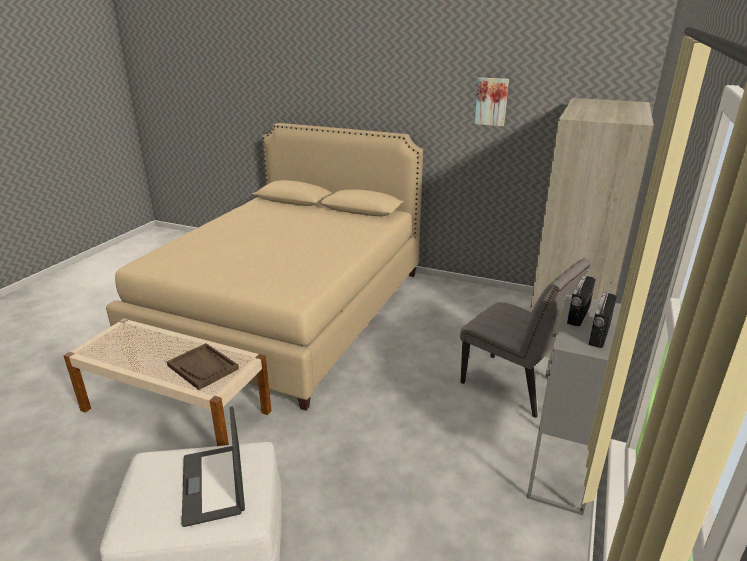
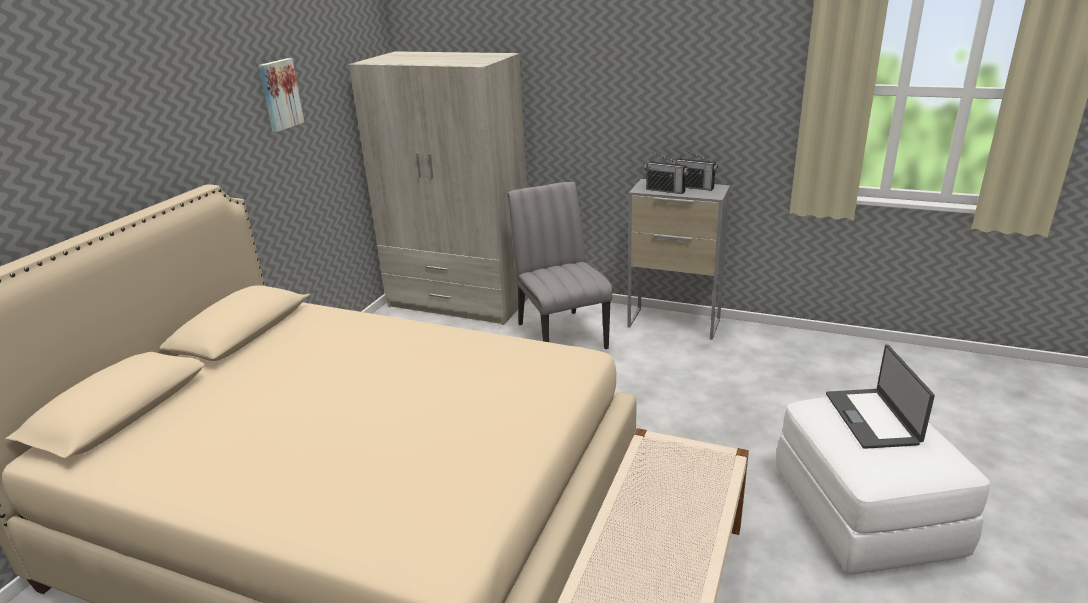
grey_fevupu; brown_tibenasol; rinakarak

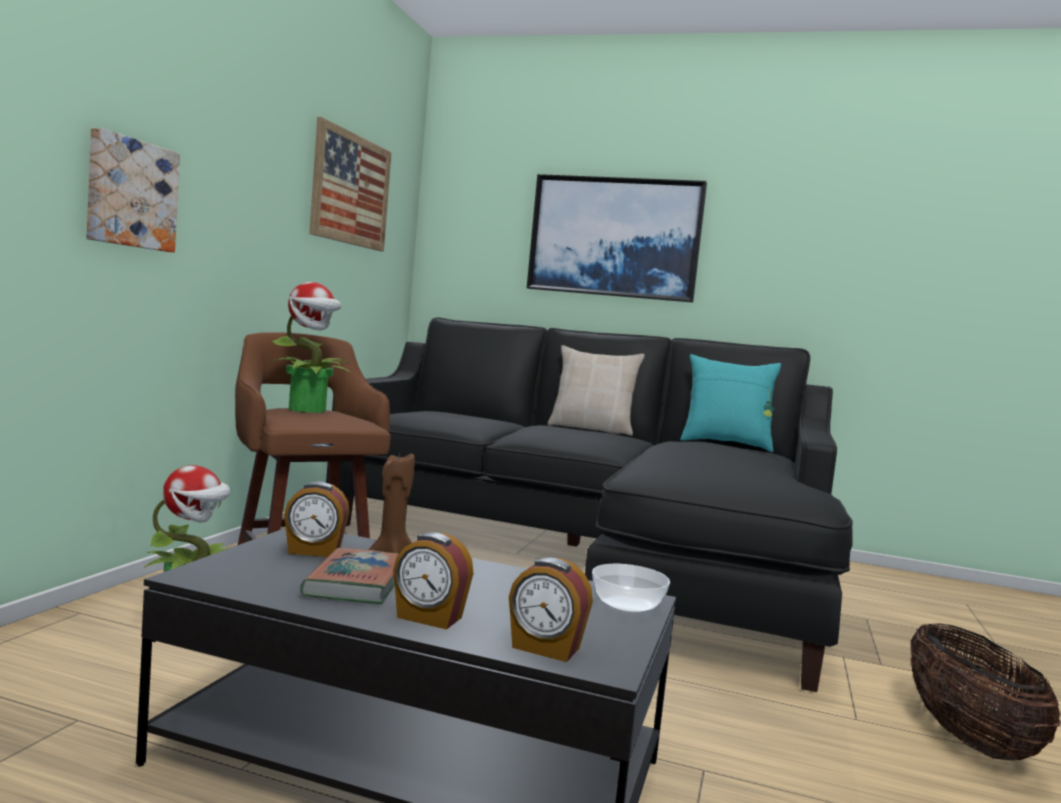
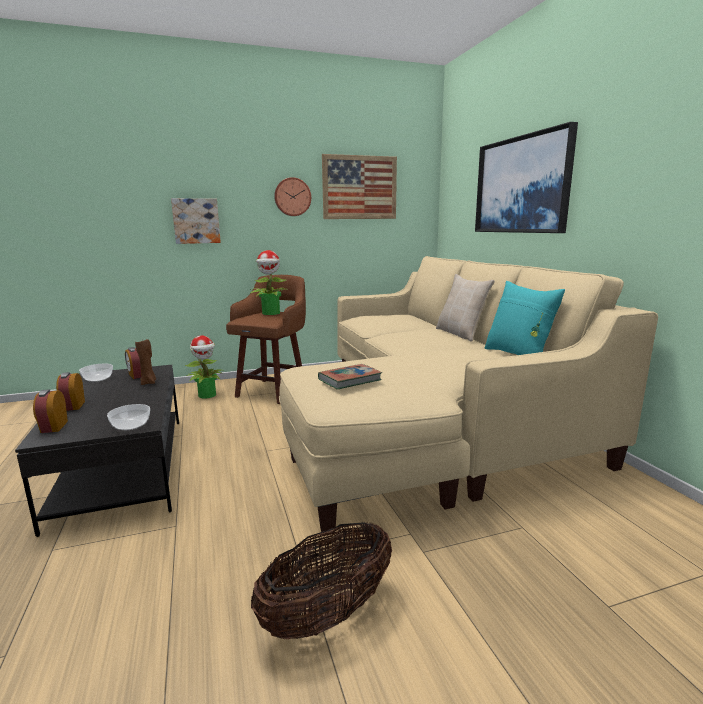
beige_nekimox; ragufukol; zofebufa; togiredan (no. 1 from left)

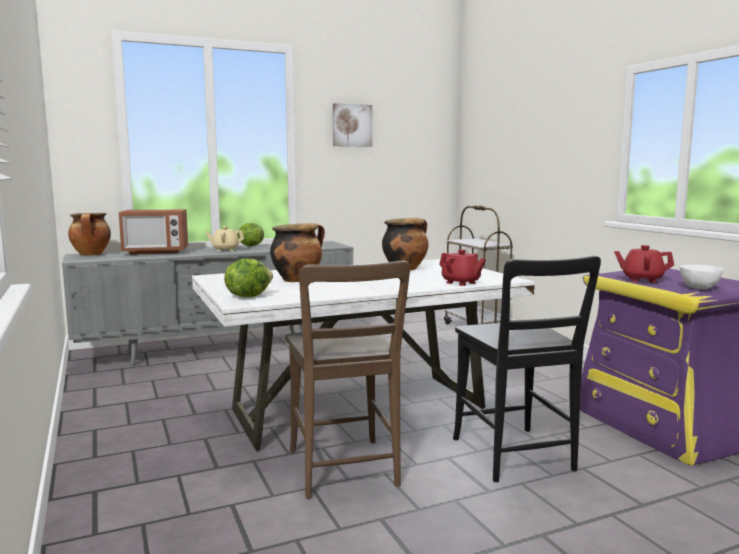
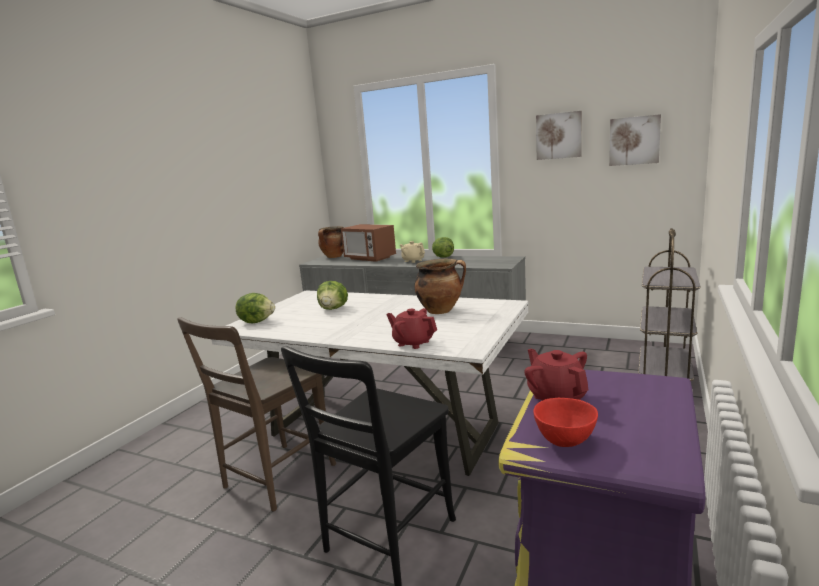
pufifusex (no. 2 from left); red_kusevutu (no. 1 from left); red_togiredan; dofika (no. 2 from left)

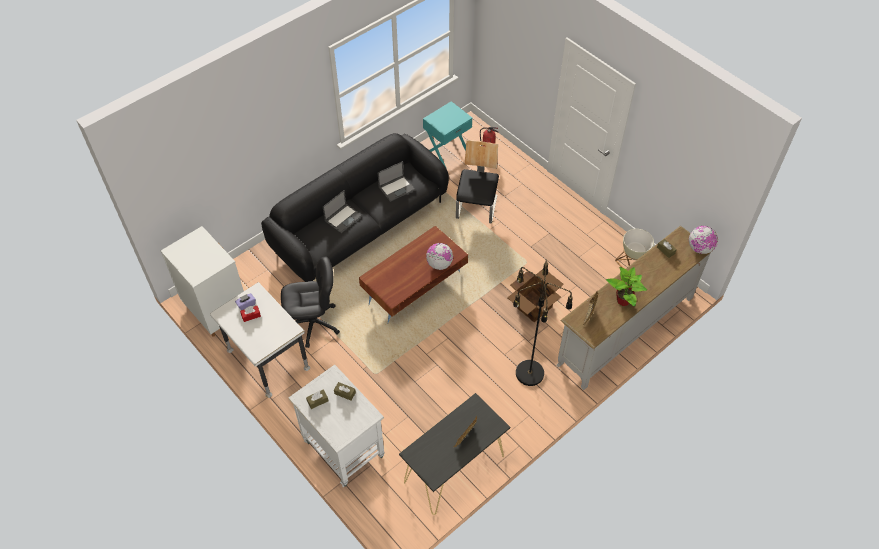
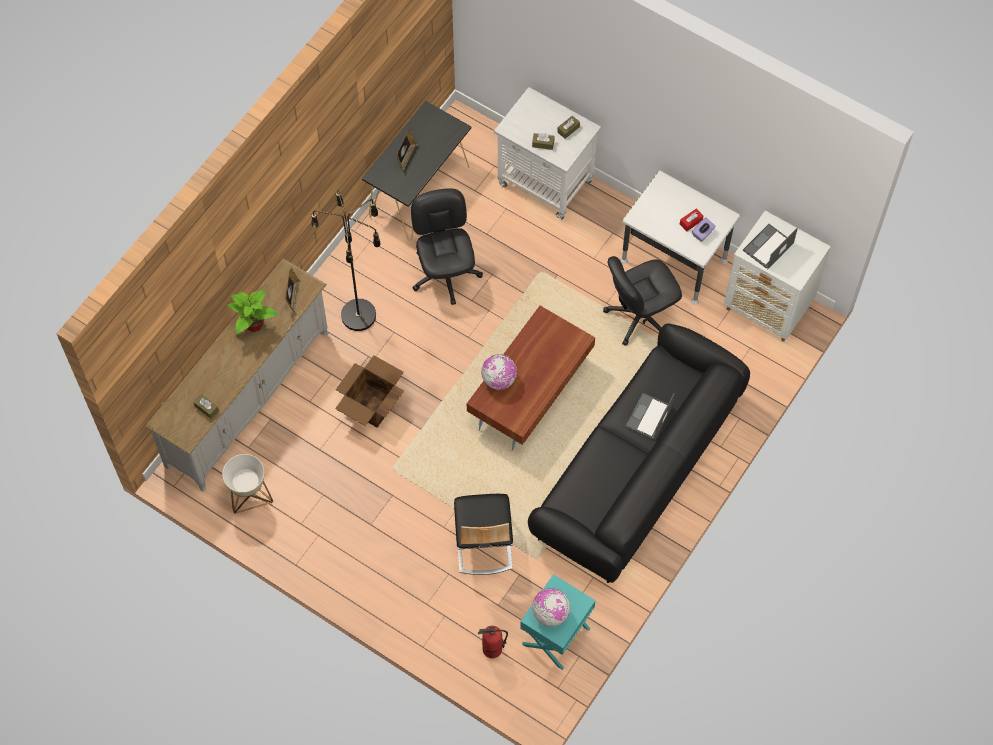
rinakarak (no. 2 from left); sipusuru (no. 2 from left); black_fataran (no. 1 from left)

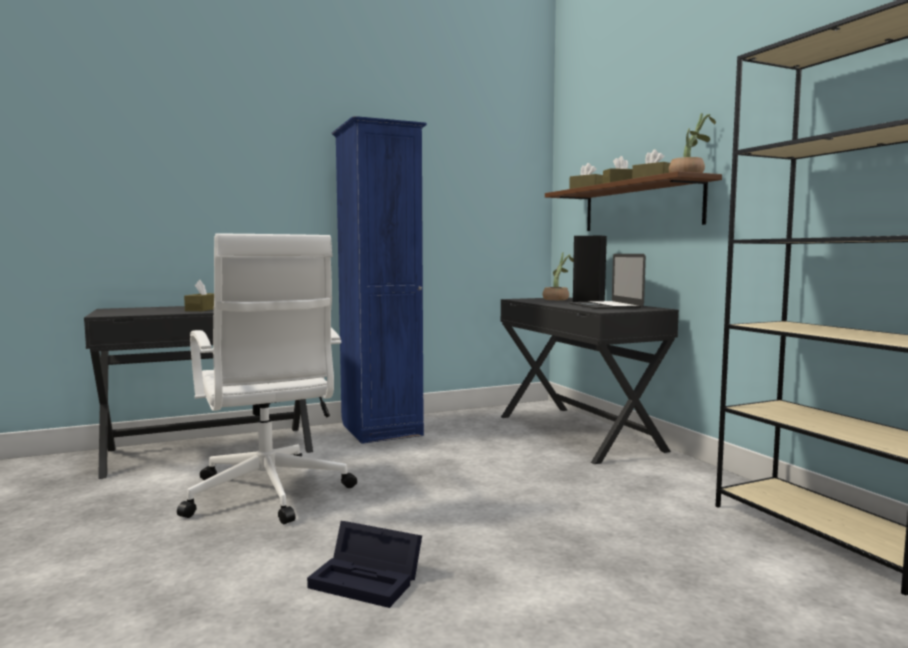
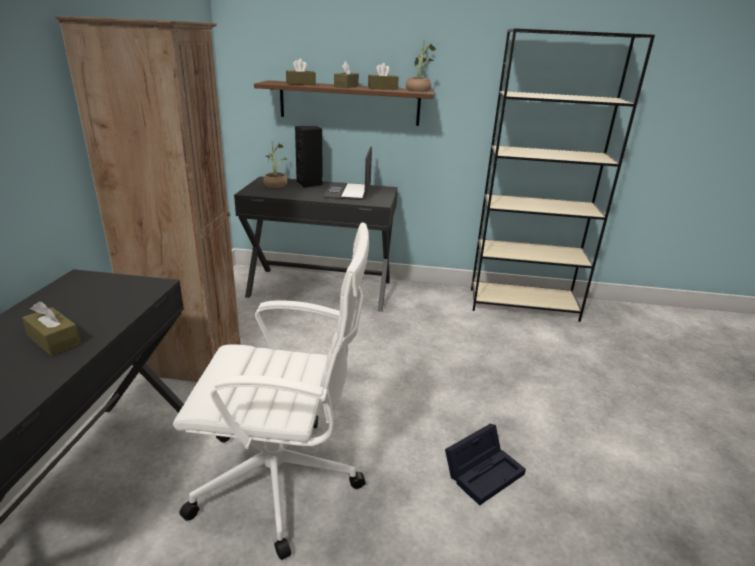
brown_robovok; rinakarak

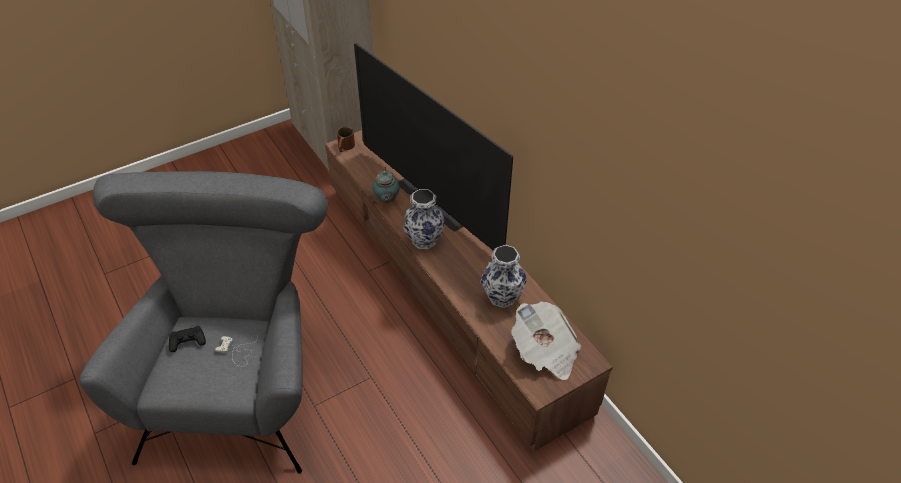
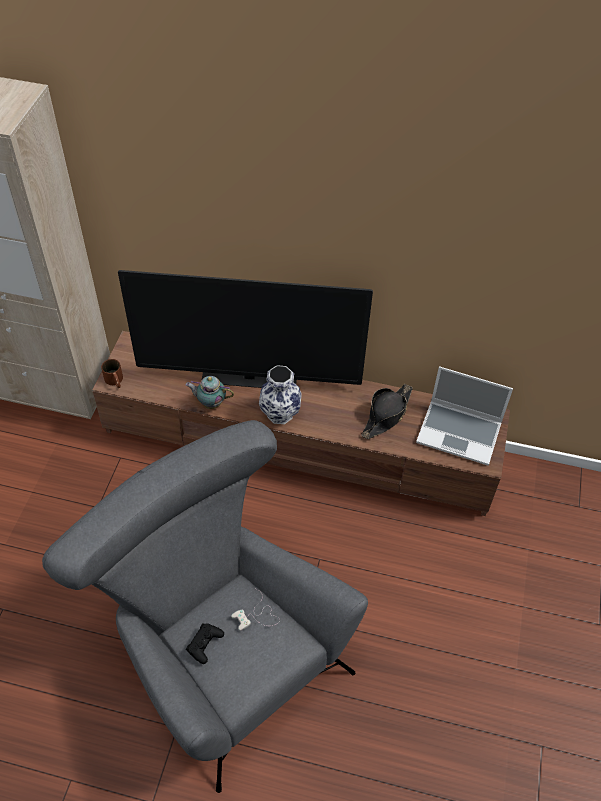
kusevutu; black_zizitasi; rinakarak

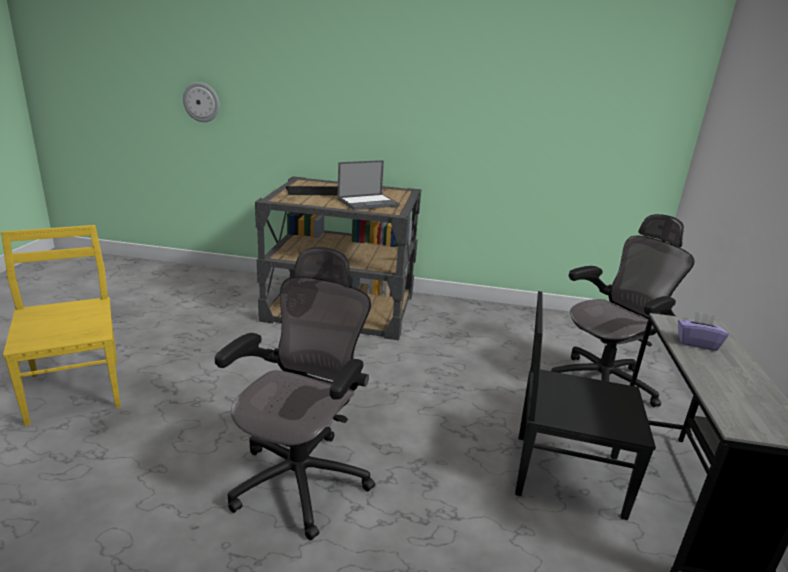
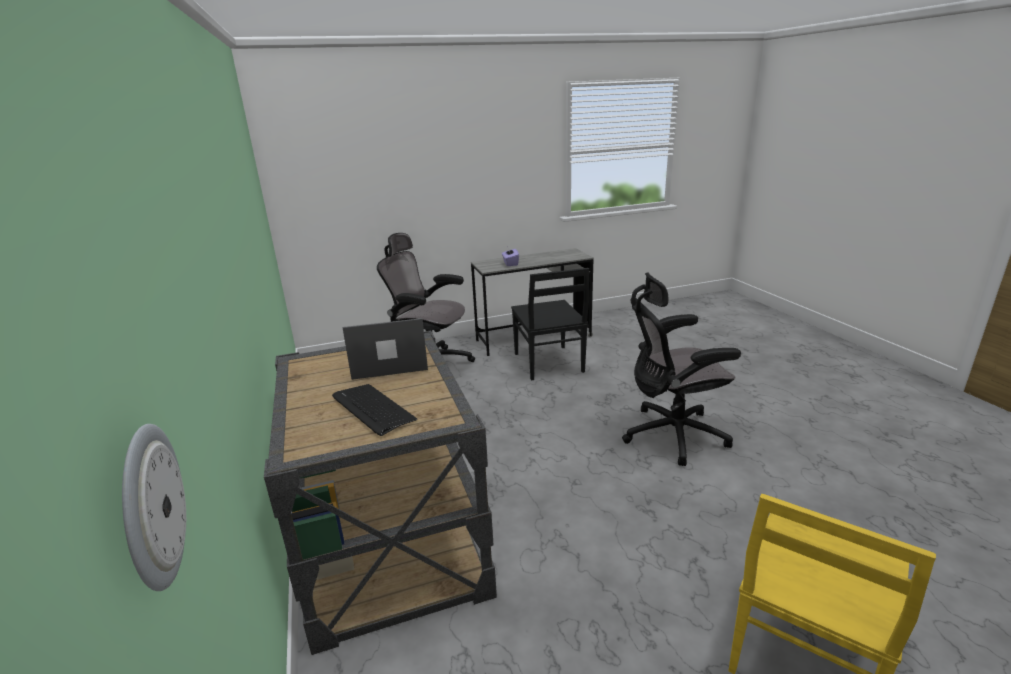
rinakarak

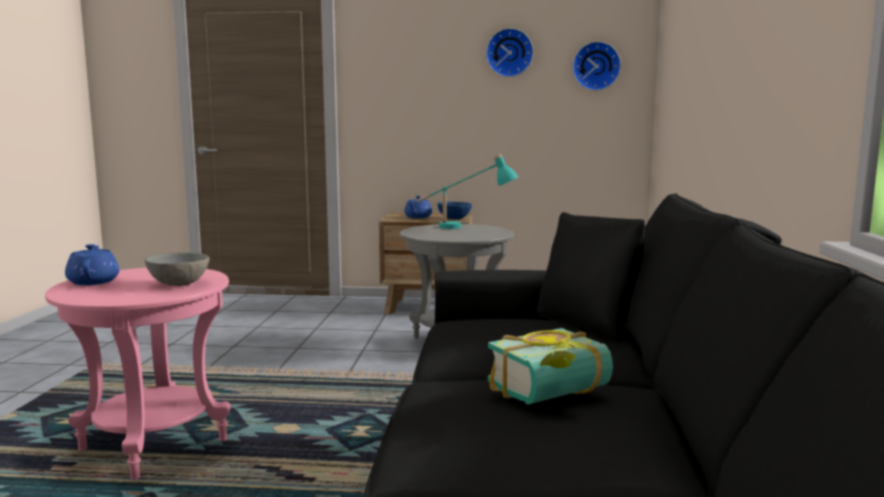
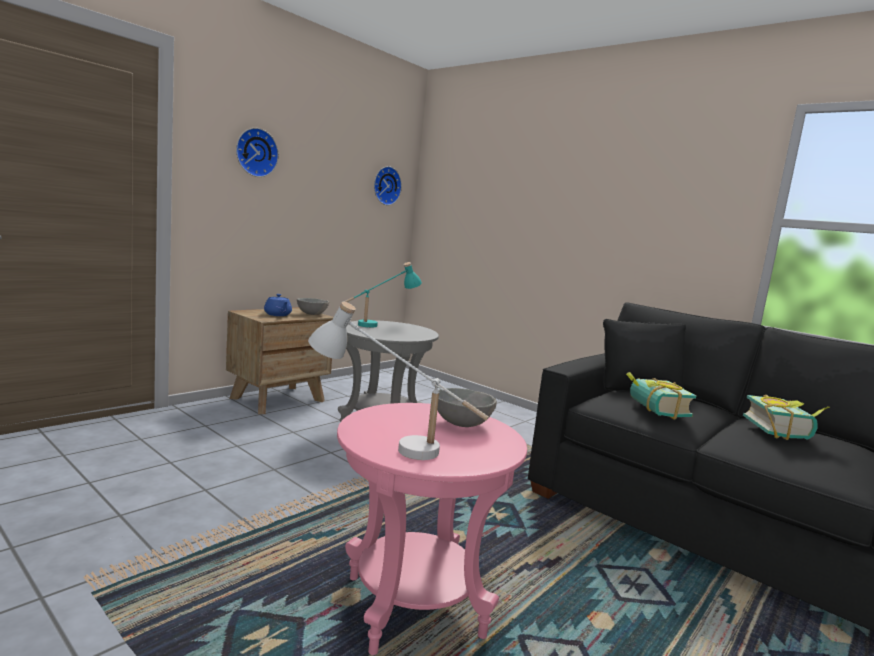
zofebufa (no. 1 from left); grey_togiredan (no. 1 from left); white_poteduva; ragufukol (no. 1 from left)

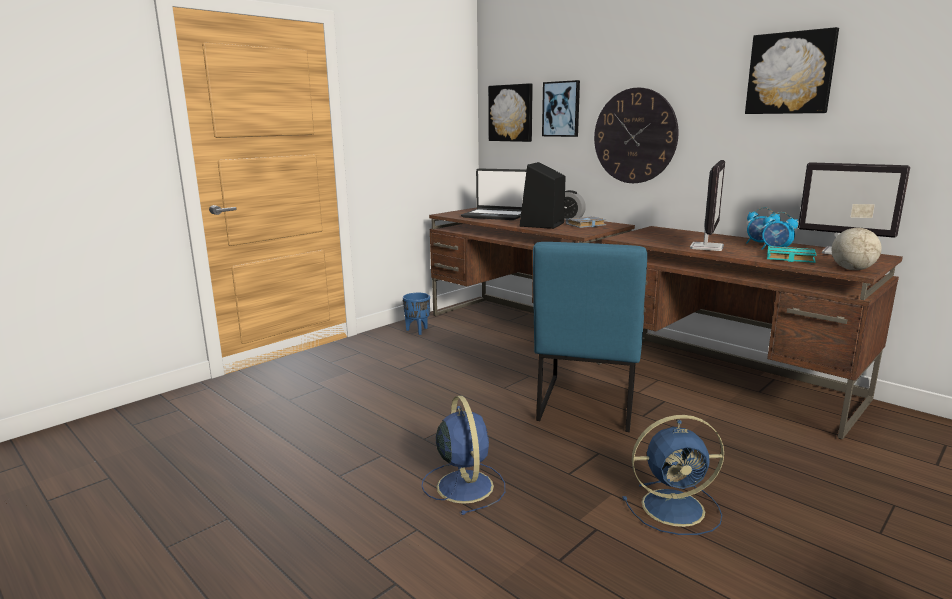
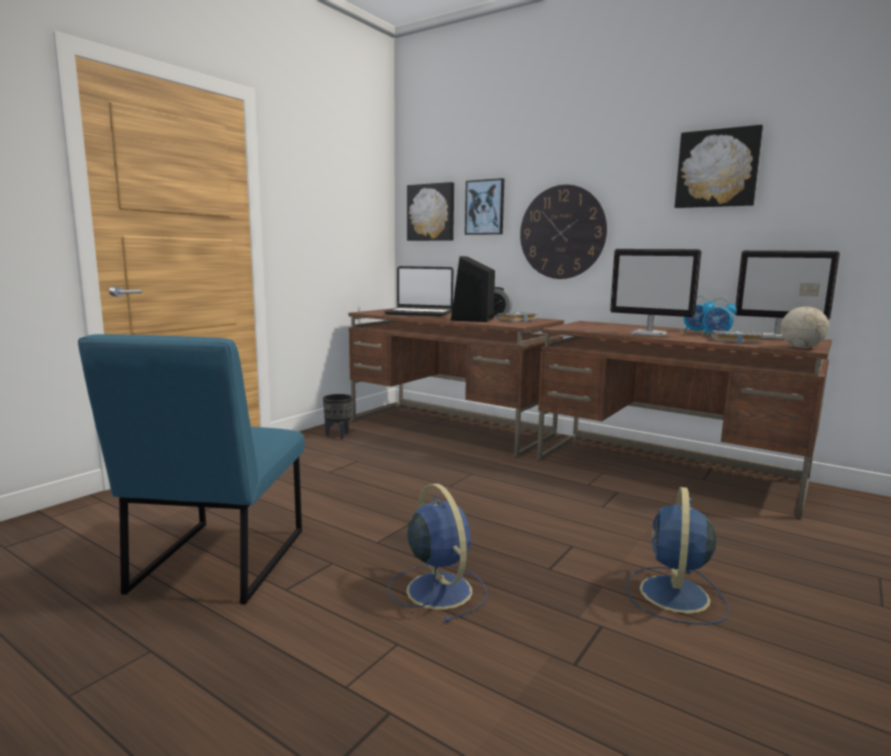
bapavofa (no. 1 from left); blue_fevupu; grey_ragufukol (no. 2 from left); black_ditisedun; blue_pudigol (no. 2 from left)

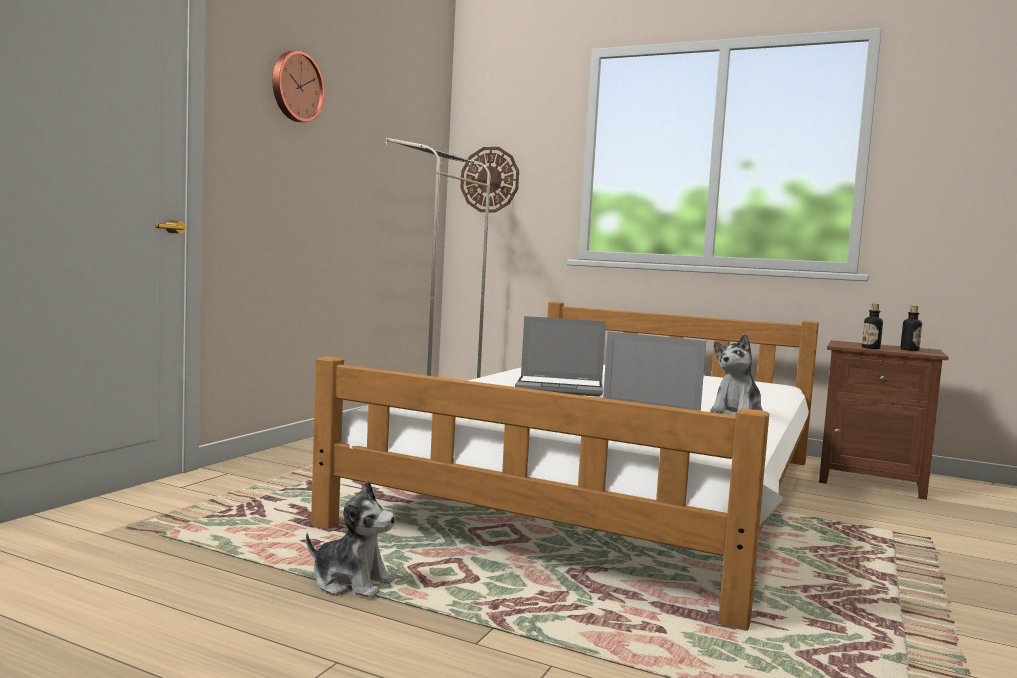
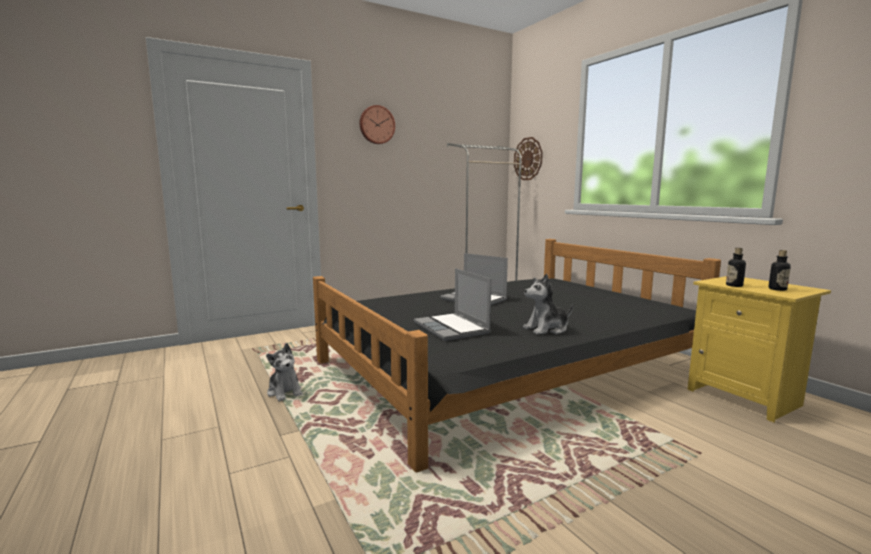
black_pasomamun; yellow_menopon

